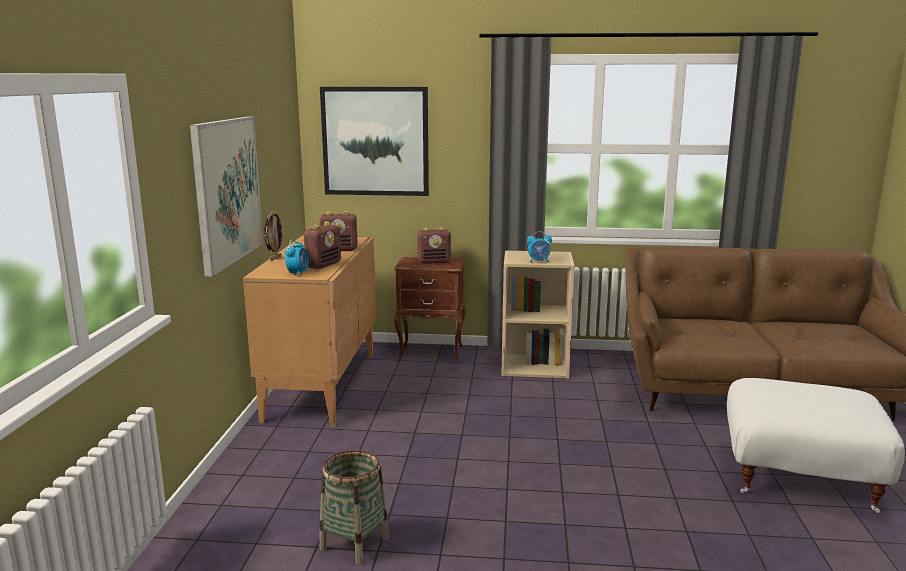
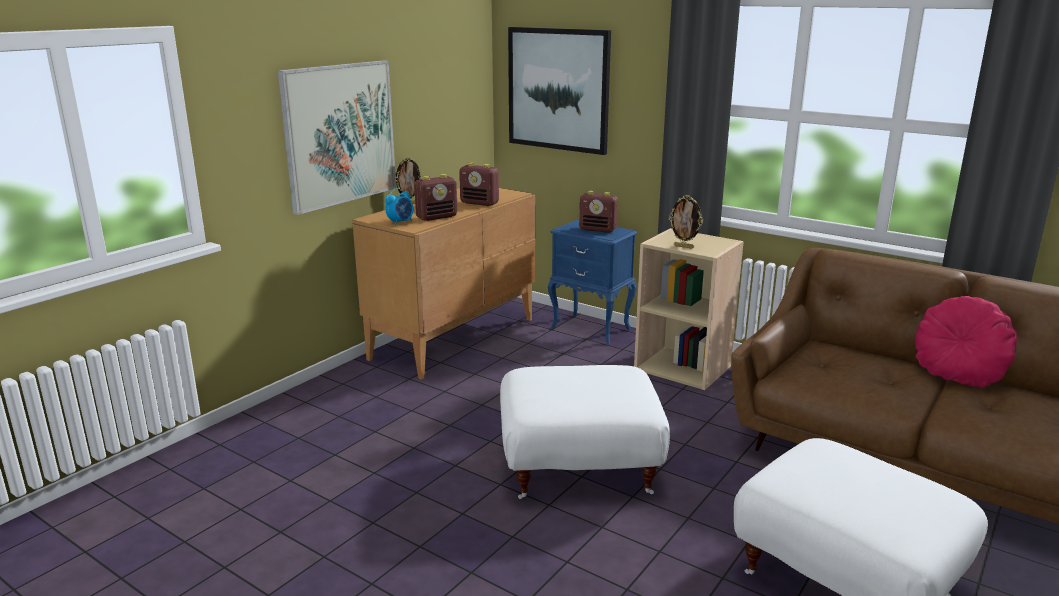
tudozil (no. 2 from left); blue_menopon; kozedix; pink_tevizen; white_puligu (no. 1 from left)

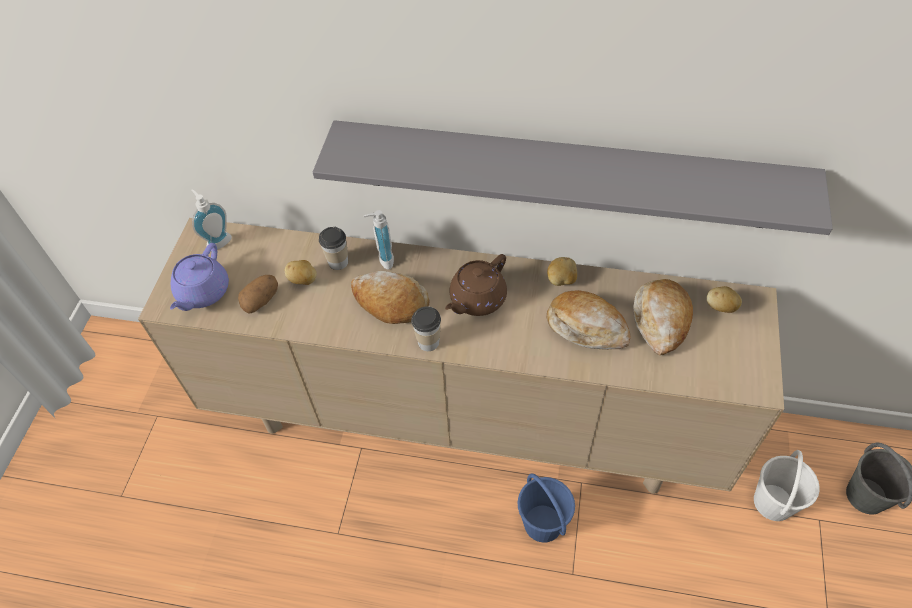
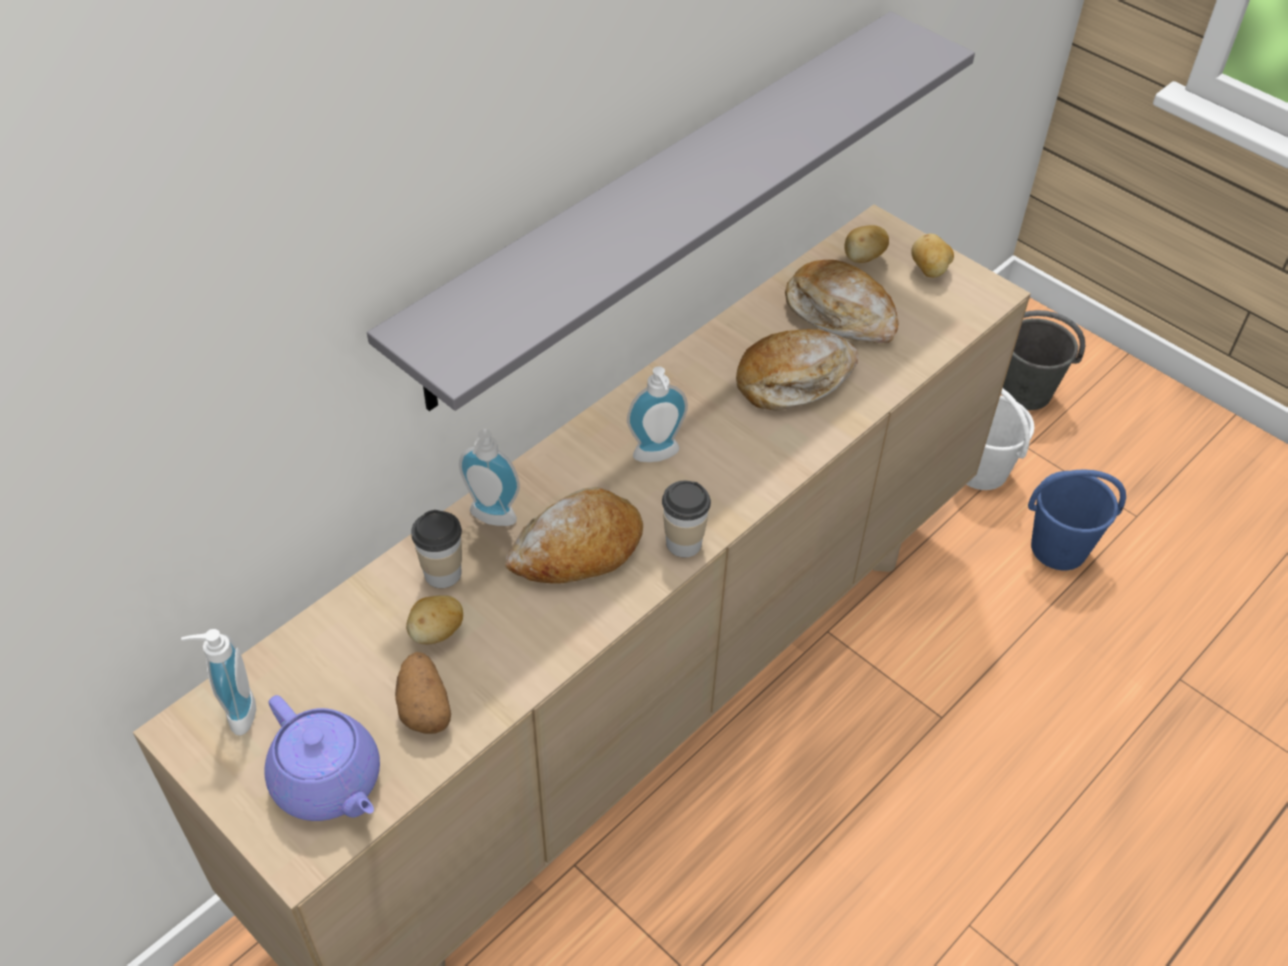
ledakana (no. 3 from left); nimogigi (no. 4 from left); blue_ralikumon

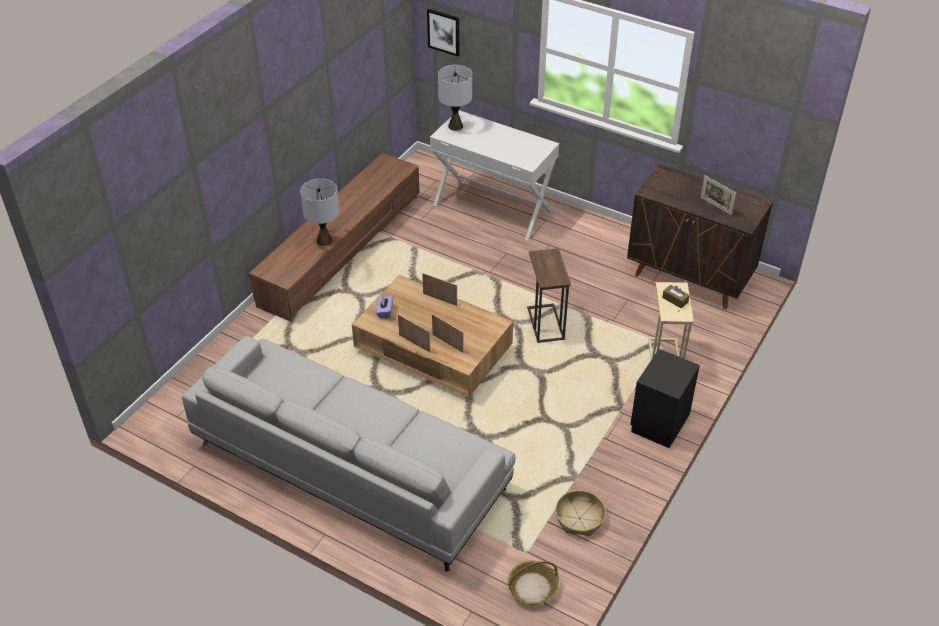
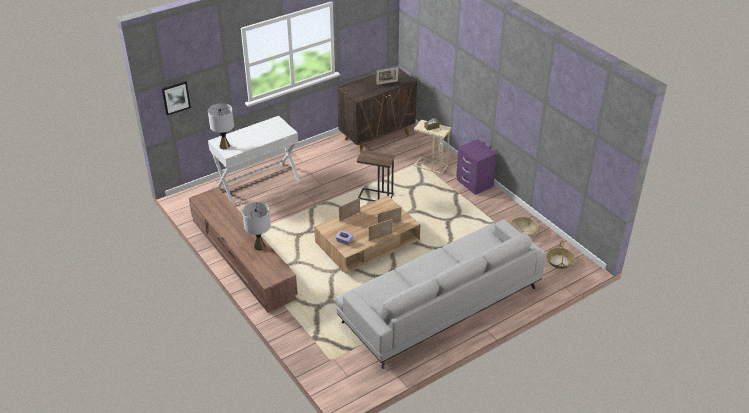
purple_menopon

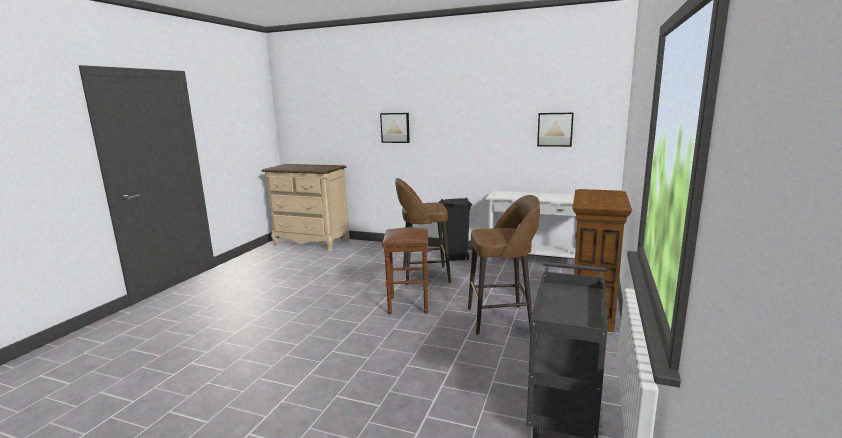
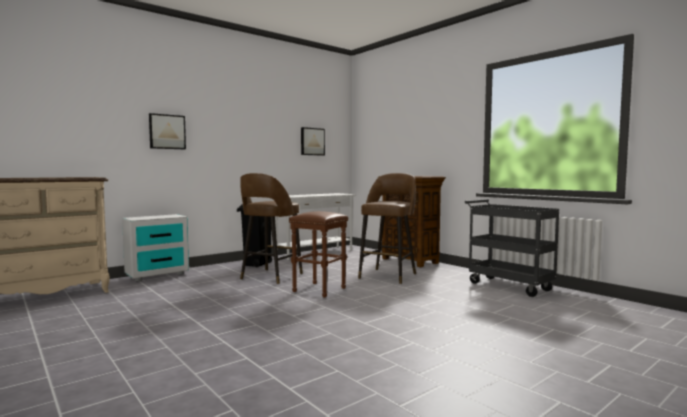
white_menopon

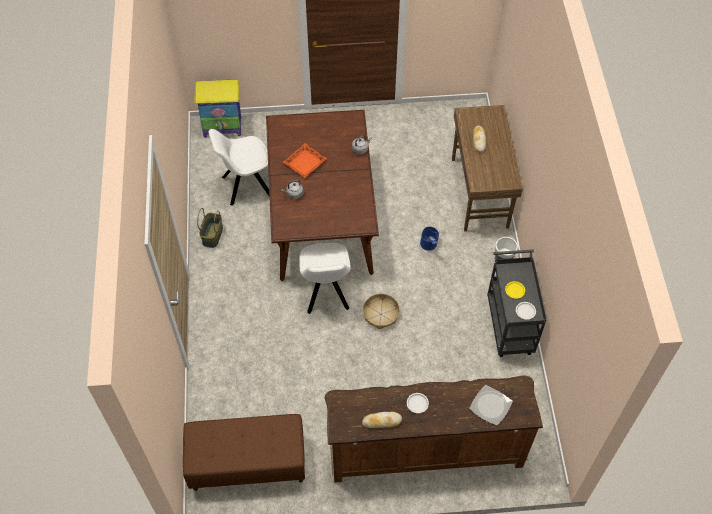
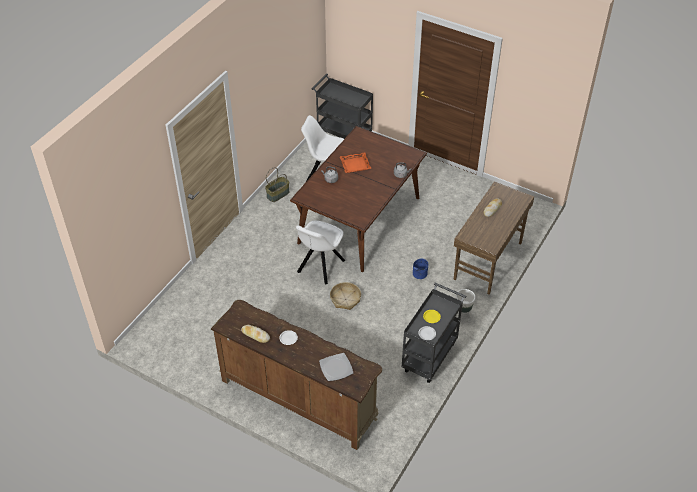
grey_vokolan (no. 1 from left); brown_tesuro

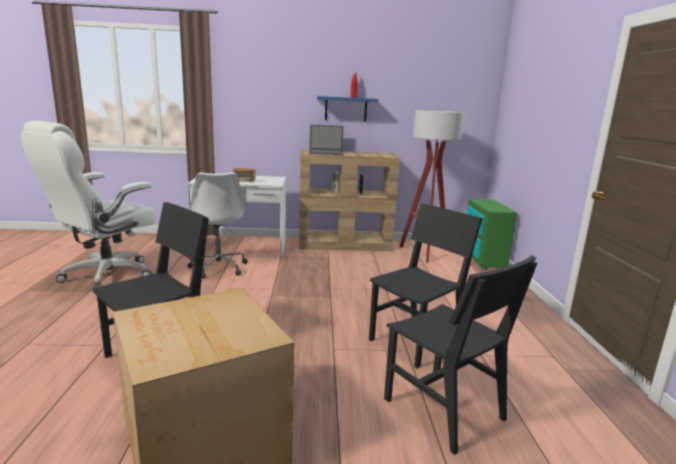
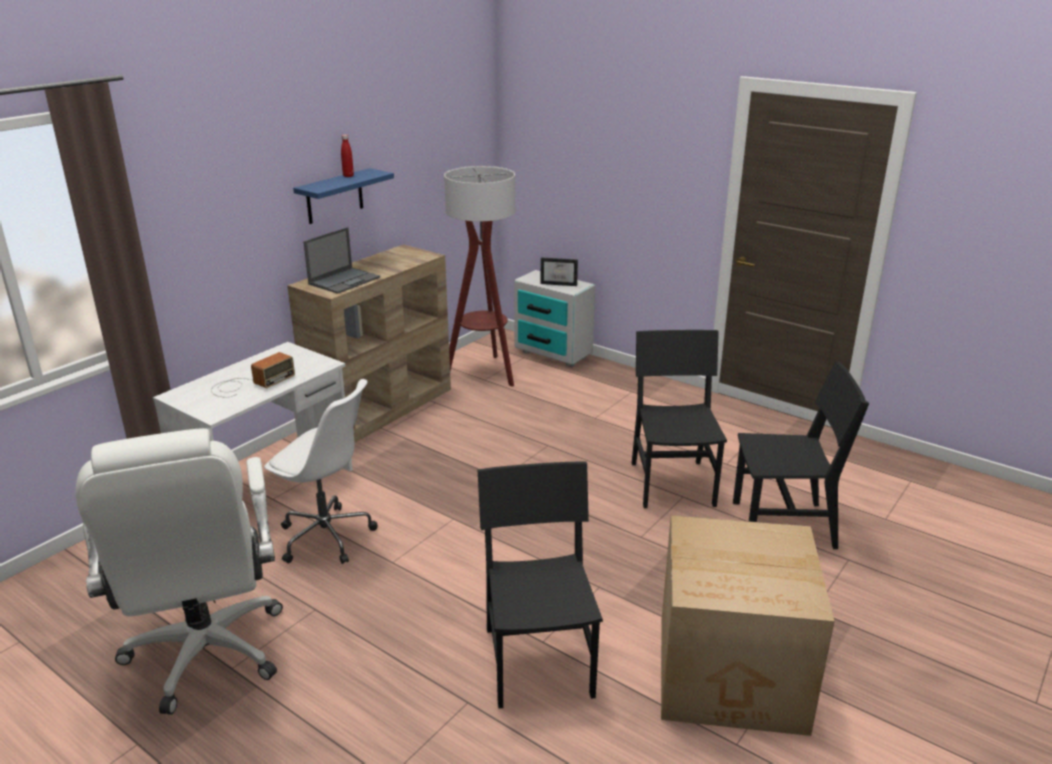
white_menopon; tudozil

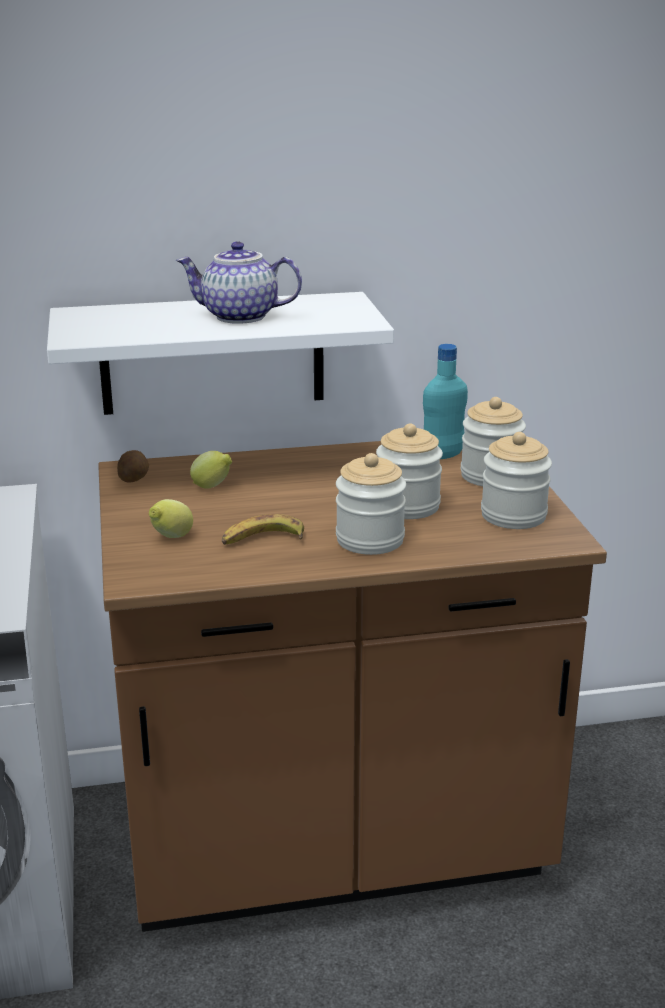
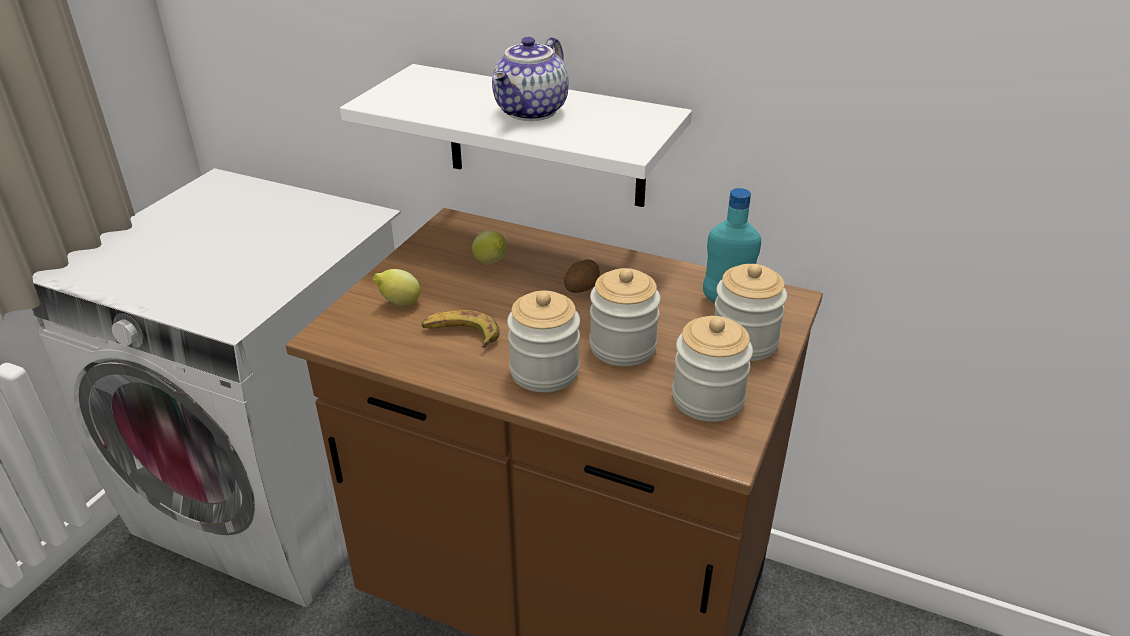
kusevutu; nimogigi

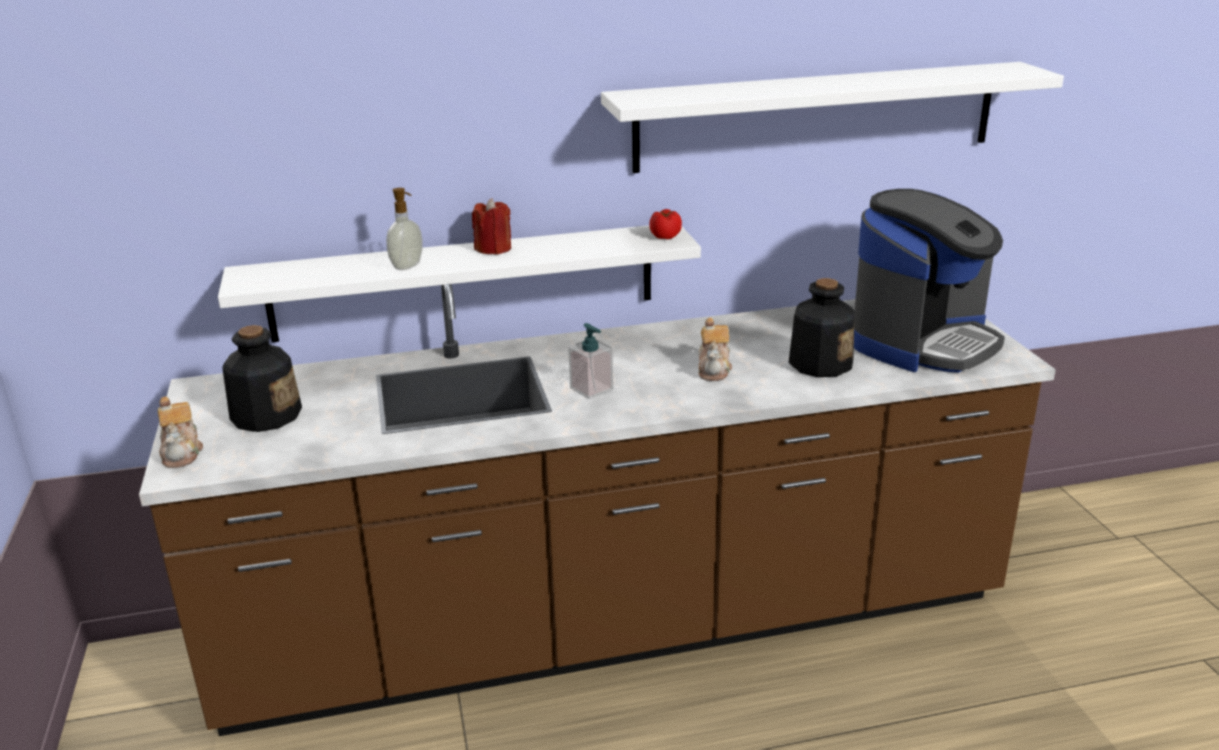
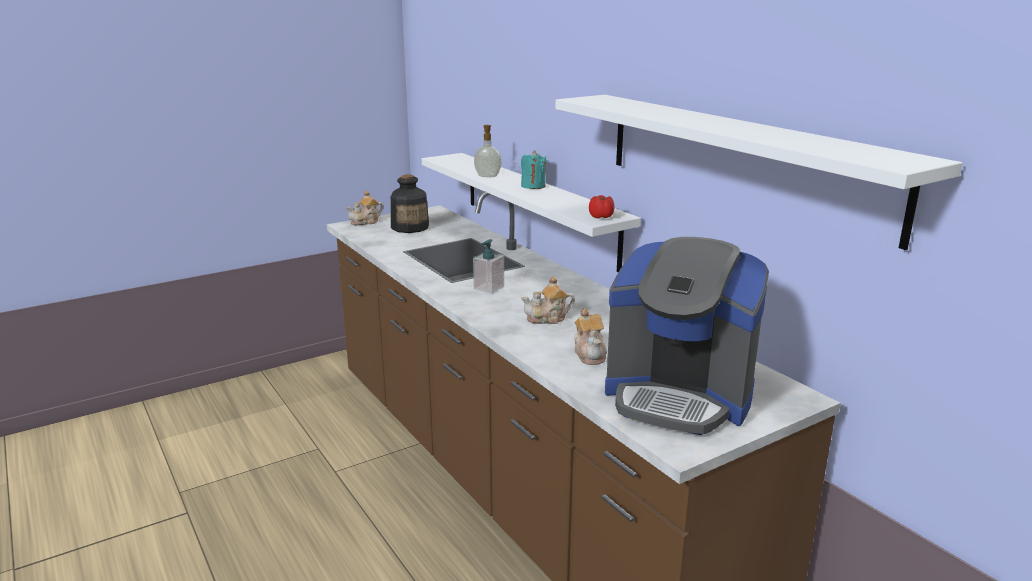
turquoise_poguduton; kusevutu (no. 3 from left)

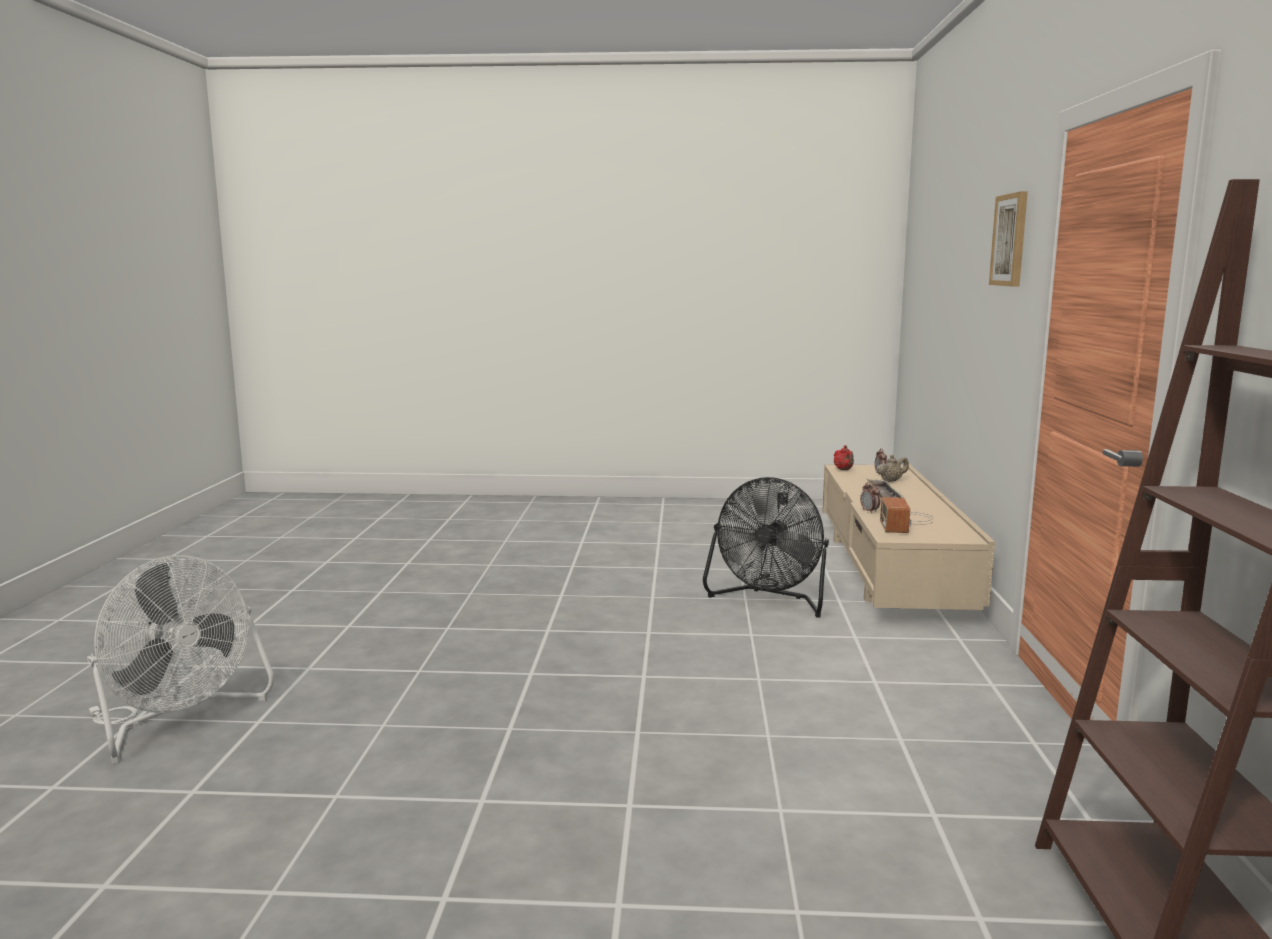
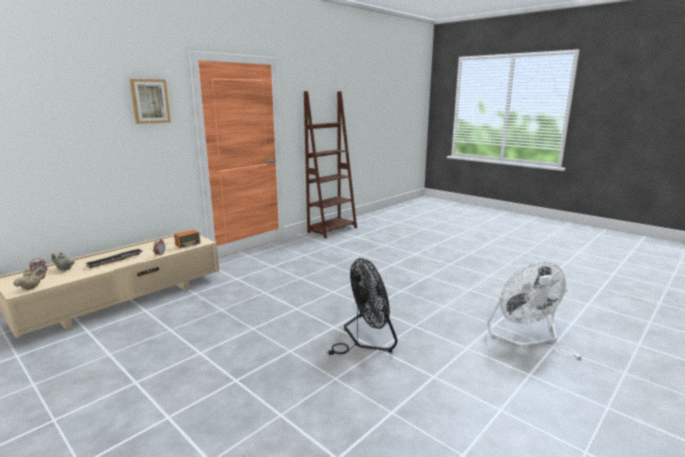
beige_kusevutu (no. 1 from left); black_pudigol

